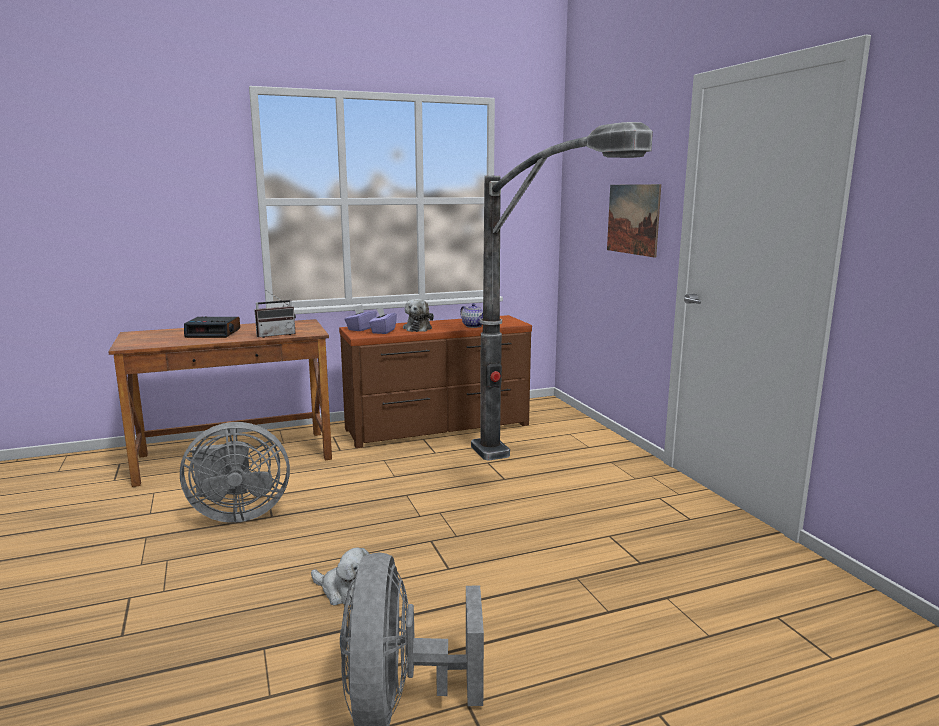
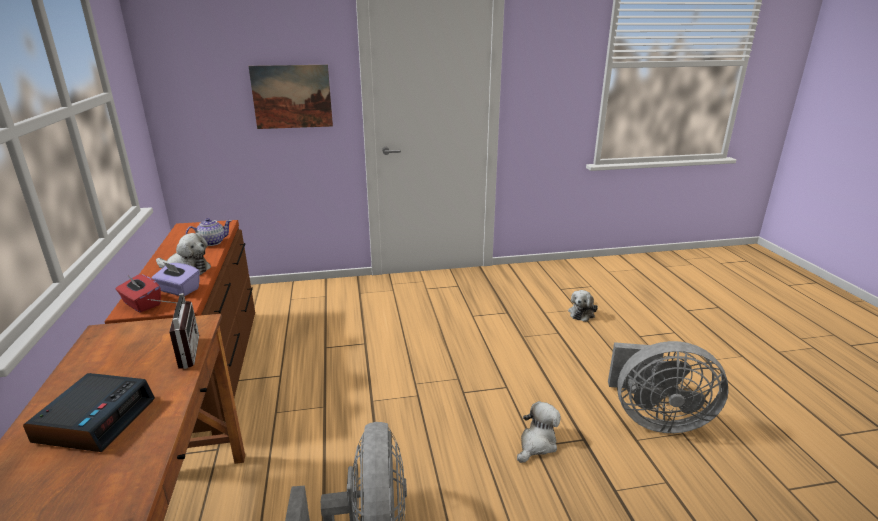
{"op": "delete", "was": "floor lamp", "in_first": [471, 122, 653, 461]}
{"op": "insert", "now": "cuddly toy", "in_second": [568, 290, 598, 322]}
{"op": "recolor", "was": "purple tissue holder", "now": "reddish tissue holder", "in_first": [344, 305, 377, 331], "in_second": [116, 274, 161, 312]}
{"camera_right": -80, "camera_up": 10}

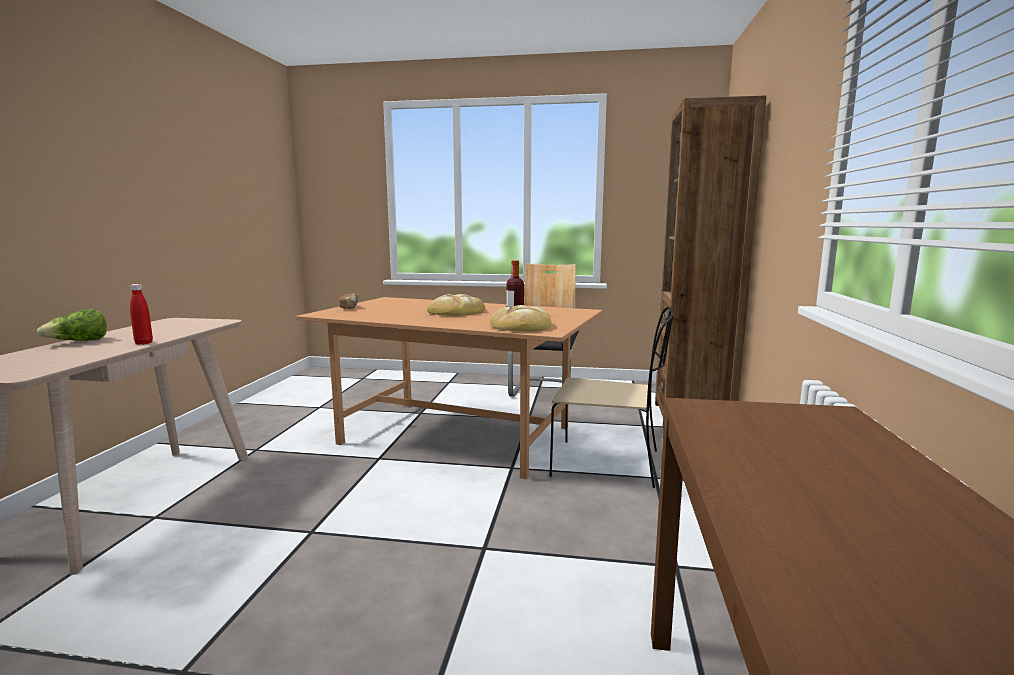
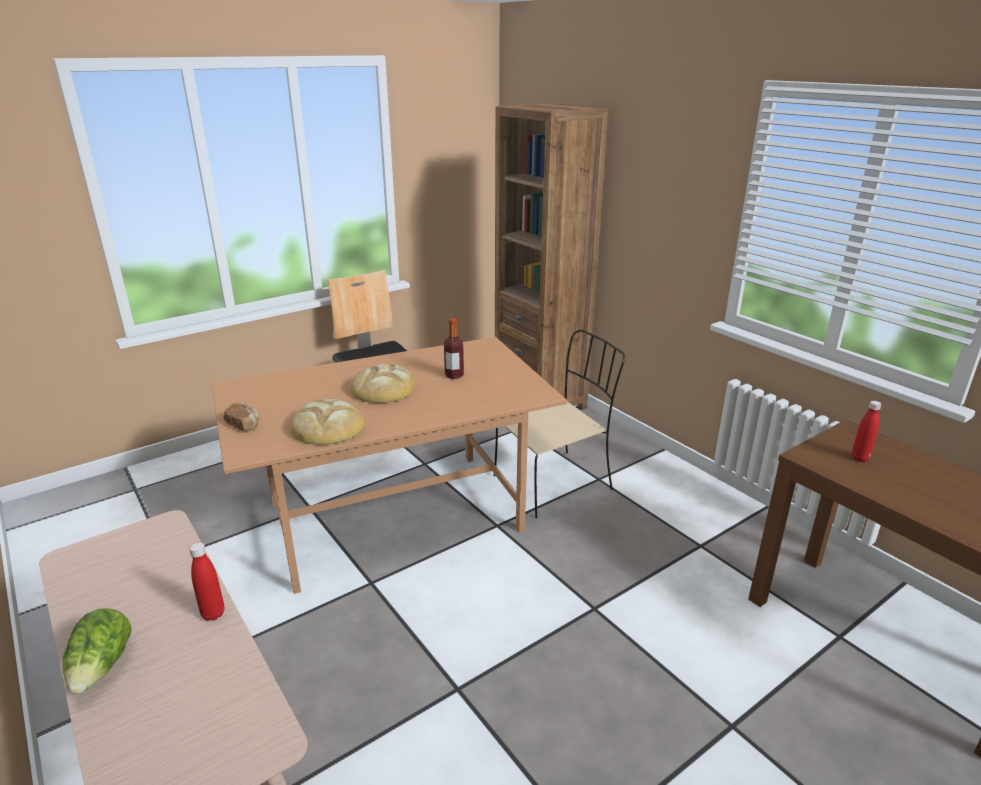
{"op": "insert", "now": "reddish beverage bottle", "in_second": [852, 401, 882, 462]}
{"op": "move", "was": "bread", "in_first": [490, 305, 552, 331], "in_second": [290, 399, 365, 445]}
{"camera_right": -45, "camera_up": 15}

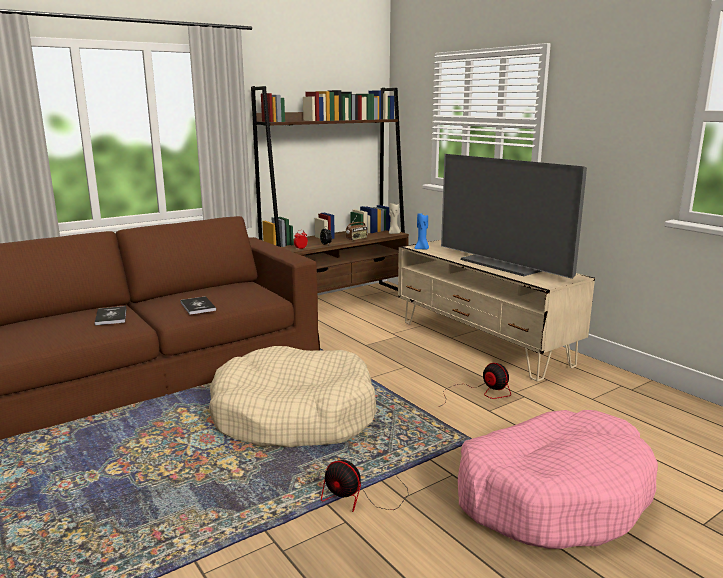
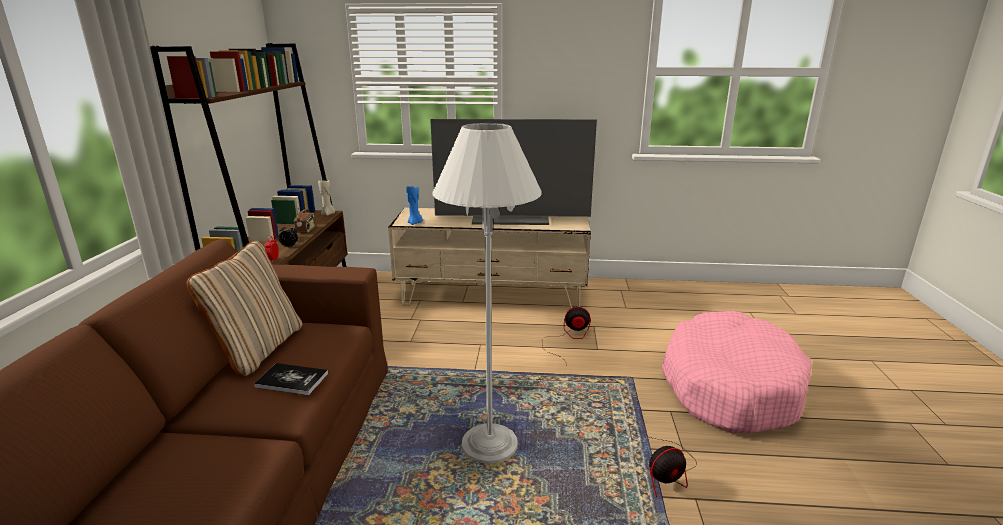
{"op": "delete", "was": "book", "in_first": [95, 306, 126, 326]}
{"op": "insert", "now": "beige throw pillow", "in_second": [187, 241, 302, 376]}
{"op": "replace", "was": "beige dog bed", "now": "white-coloured floor lamp", "in_first": [209, 346, 377, 447], "in_second": [432, 123, 542, 464]}
{"camera_right": -50, "camera_up": 5}

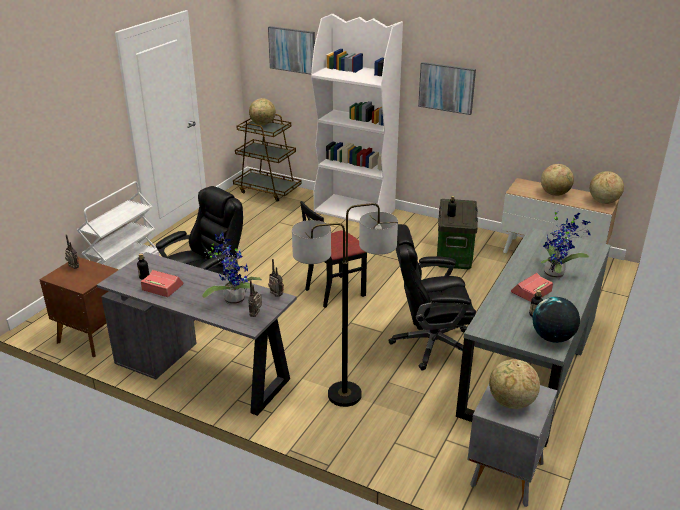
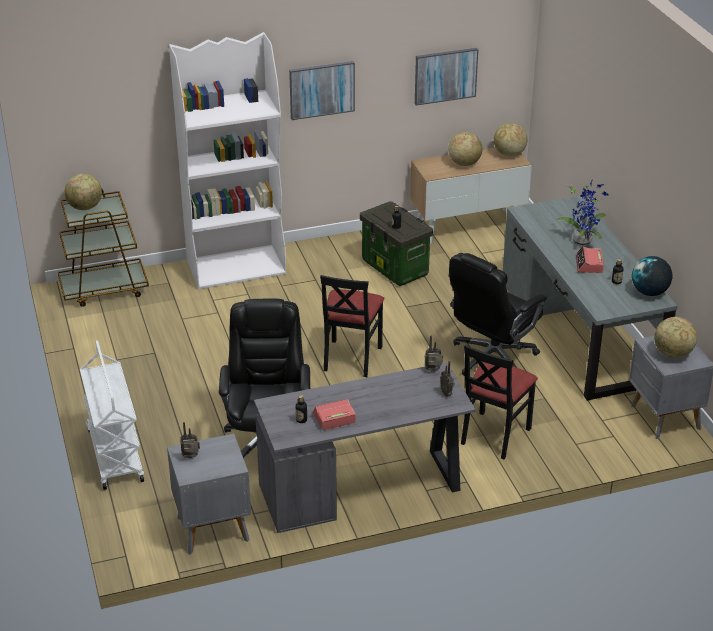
{"op": "delete", "was": "houseplant", "in_first": [202, 232, 262, 305]}
{"op": "move", "was": "picture", "in_first": [268, 26, 315, 75], "in_second": [415, 48, 478, 106]}
{"op": "replace", "was": "floor lamp", "now": "black-coloured plain chair", "in_first": [292, 203, 398, 407], "in_second": [461, 345, 538, 459]}
{"op": "recolor", "was": "brownish bedside table", "now": "gray bedside table", "in_first": [39, 257, 119, 357], "in_second": [167, 434, 251, 554]}
{"camera_right": -45, "camera_up": 5}

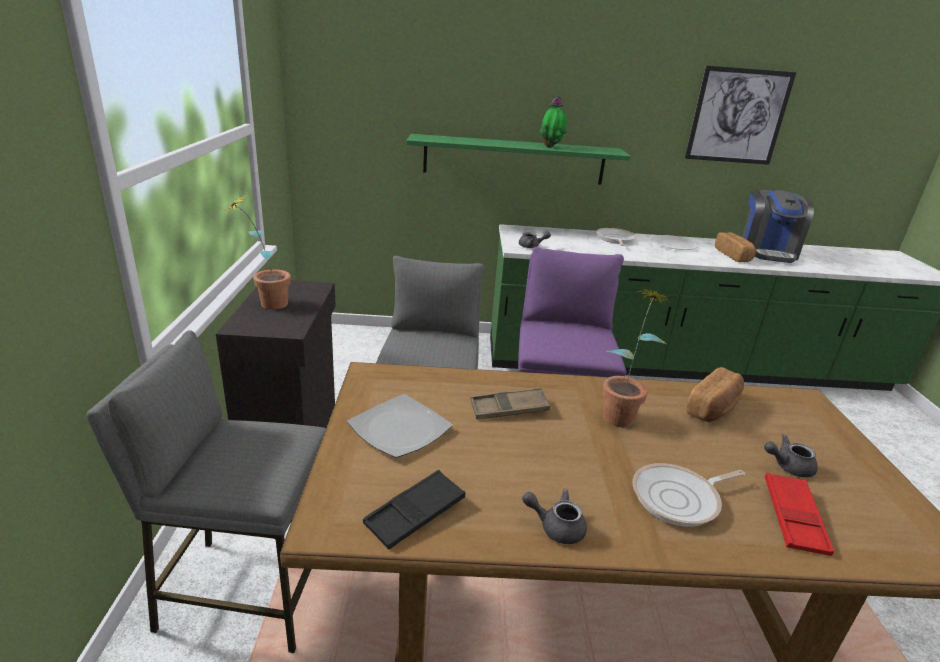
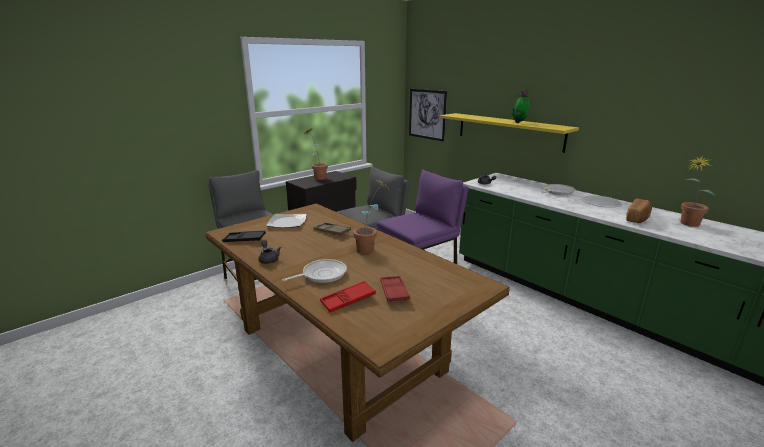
{"op": "delete", "was": "bread", "in_first": [686, 367, 744, 422]}
{"op": "move", "was": "picture", "in_first": [685, 65, 796, 165], "in_second": [409, 89, 447, 142]}
{"op": "replace", "was": "coffee machine", "now": "houseplant", "in_first": [742, 190, 814, 263], "in_second": [680, 156, 715, 227]}
{"op": "replace", "was": "gray tea pot", "now": "reddish carrying tray", "in_first": [764, 434, 818, 478], "in_second": [380, 275, 410, 302]}
{"op": "recolor", "was": "greenish wall shelf", "now": "yellow wall shelf", "in_first": [407, 134, 631, 185], "in_second": [440, 113, 579, 153]}
{"op": "rotate", "was": "skillet", "in_first": [632, 463, 745, 527], "in_second": [282, 259, 347, 283], "clockwise": 120}
{"camera_right": 50, "camera_up": -5}

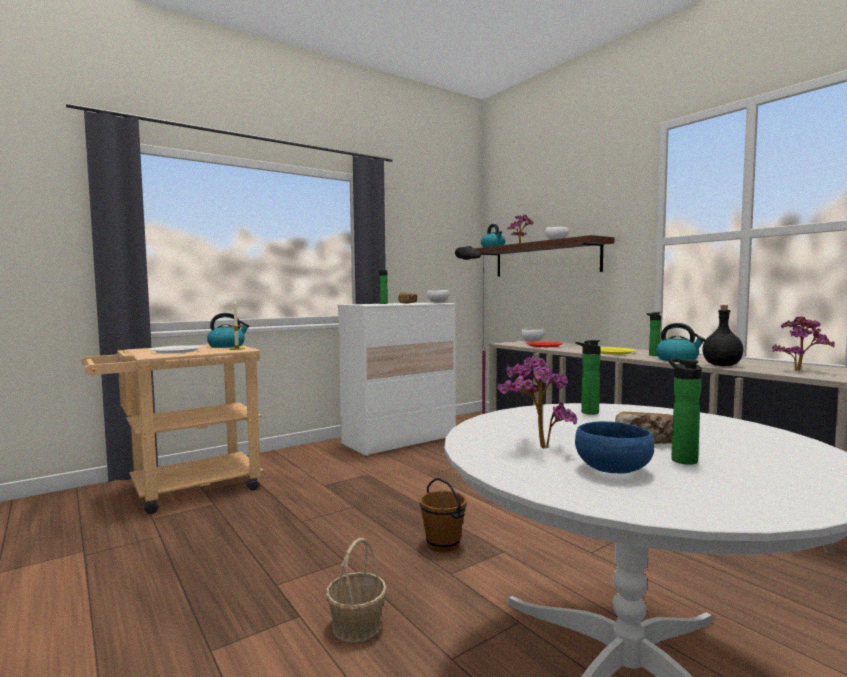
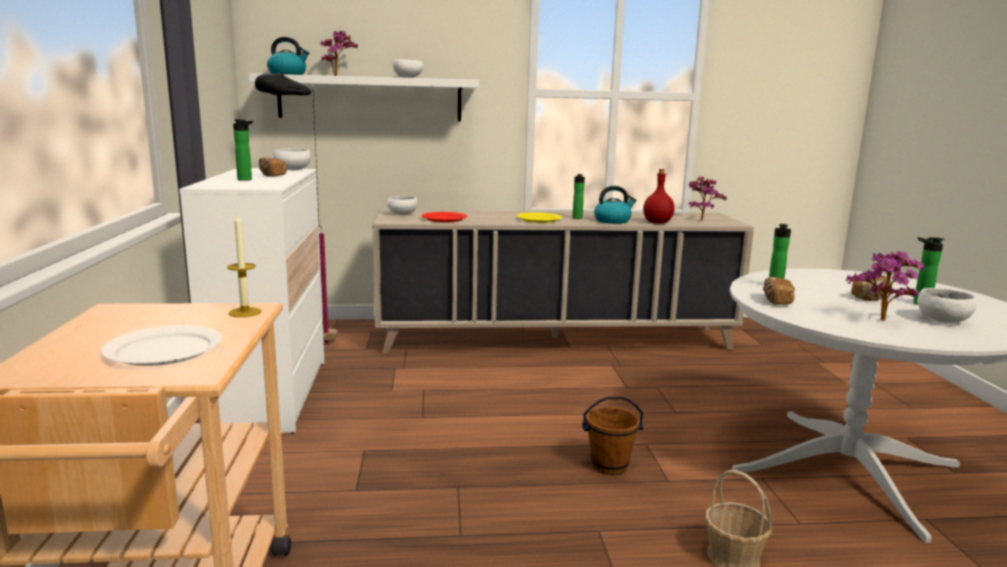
{"op": "delete", "was": "water kettle", "in_first": [207, 313, 249, 348]}
{"op": "insert", "now": "bread", "in_second": [763, 277, 795, 305]}
{"op": "recolor", "was": "brownish wall shelf", "now": "white-coloured wall shelf", "in_first": [473, 235, 614, 277], "in_second": [249, 73, 479, 122]}
{"op": "recolor", "was": "bluish serving bowl", "now": "white-coloured serving bowl", "in_first": [575, 421, 654, 474], "in_second": [917, 288, 977, 323]}
{"op": "recolor", "was": "black-coloured beverage bottle", "now": "reddish beverage bottle", "in_first": [702, 305, 743, 366], "in_second": [643, 169, 675, 224]}
{"camera_right": -60, "camera_up": 10}

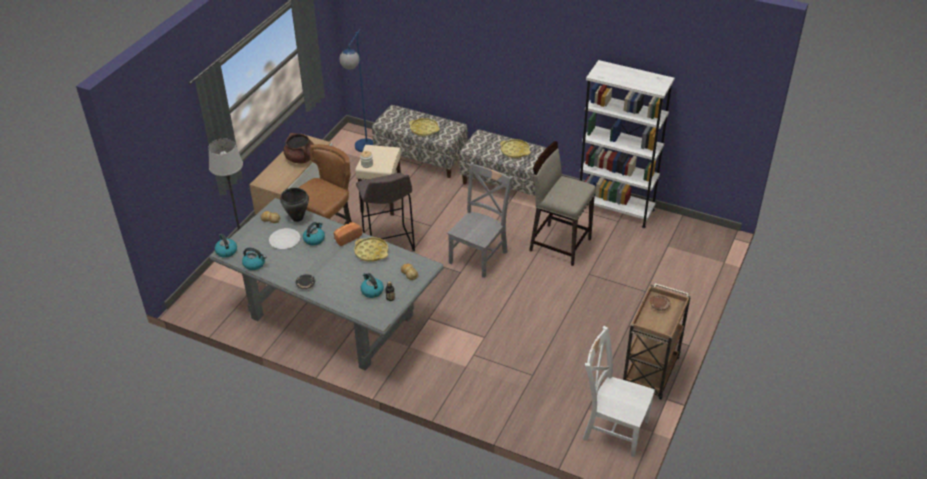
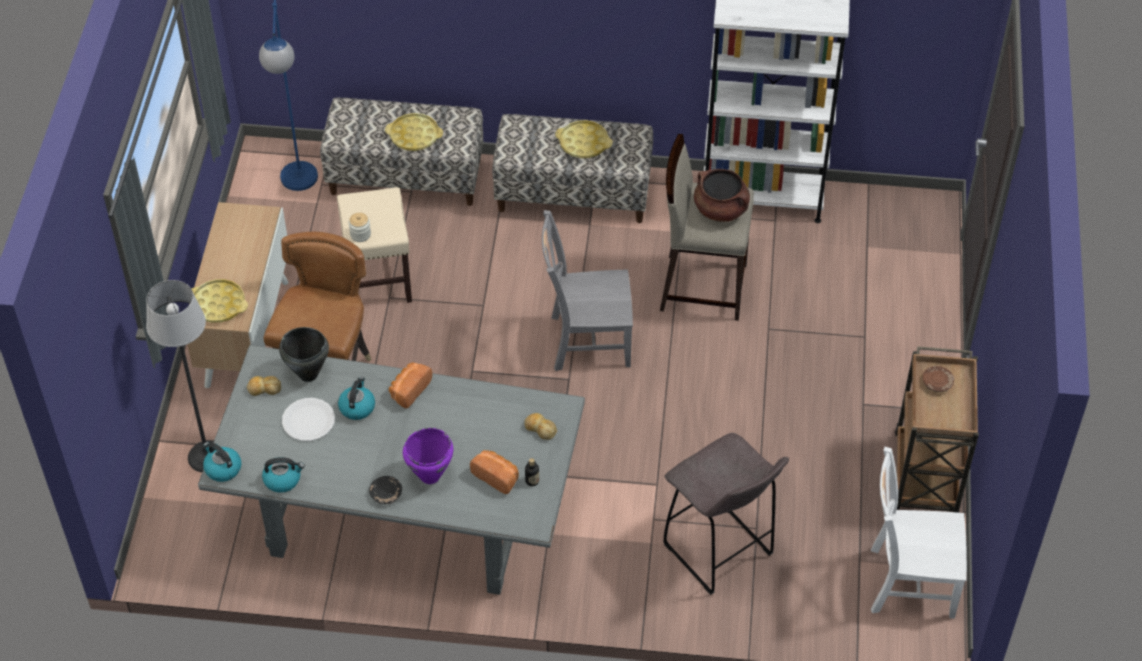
{"op": "insert", "now": "purple stockpot", "in_second": [403, 428, 453, 484]}
{"op": "move", "was": "brownish stockpot", "in_first": [283, 133, 314, 164], "in_second": [694, 169, 750, 222]}
{"op": "move", "was": "yellow carrying tray", "in_first": [354, 237, 388, 262], "in_second": [192, 279, 248, 323]}
{"op": "move", "was": "gray stool", "in_first": [356, 173, 415, 251], "in_second": [663, 433, 789, 595]}
{"op": "replace", "was": "water kettle", "now": "bread", "in_first": [360, 273, 384, 298], "in_second": [470, 450, 519, 494]}
{"op": "rotate", "was": "gray plain chair", "in_first": [447, 162, 513, 278], "in_second": [542, 210, 633, 371], "clockwise": -105}
{"camera_right": -20, "camera_up": 10}

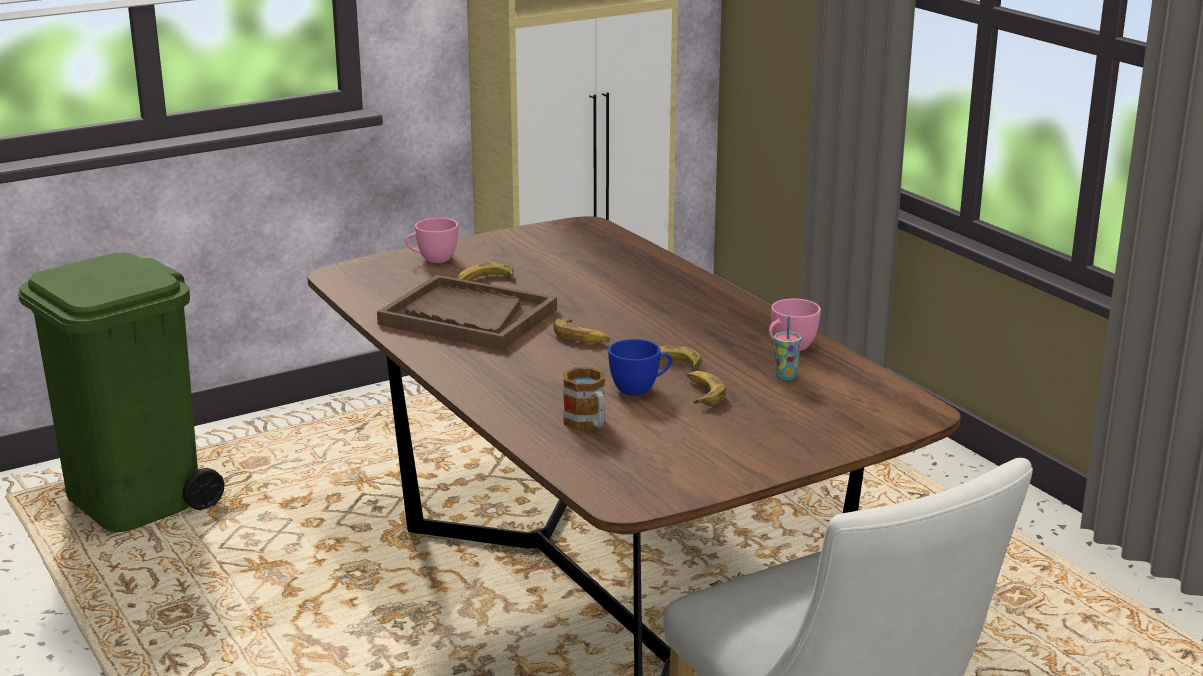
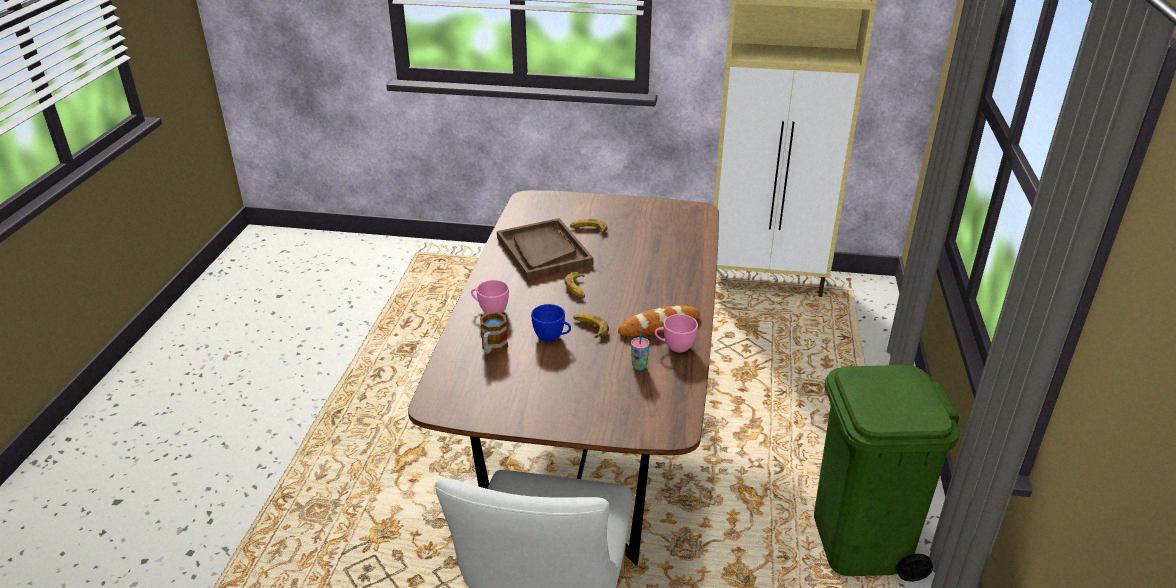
{"op": "delete", "was": "whole banana", "in_first": [687, 371, 726, 406]}
{"op": "insert", "now": "bread", "in_second": [618, 305, 700, 336]}
{"op": "move", "was": "greenish waste bin", "in_first": [18, 253, 225, 532], "in_second": [814, 365, 960, 582]}
{"op": "move", "was": "pinkish cup", "in_first": [405, 218, 458, 263], "in_second": [471, 280, 509, 313]}
{"camera_right": 40, "camera_up": 10}

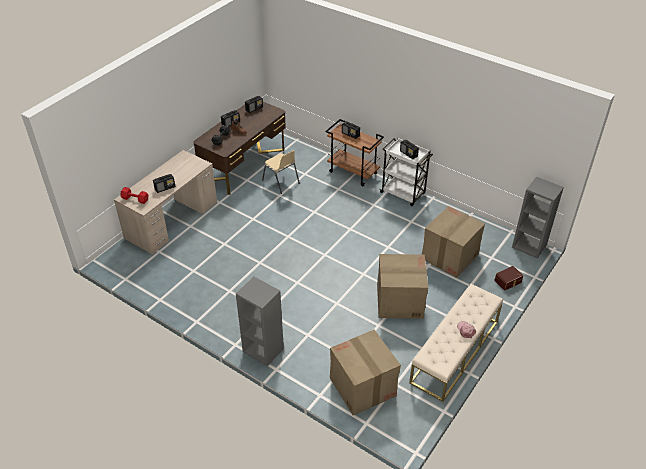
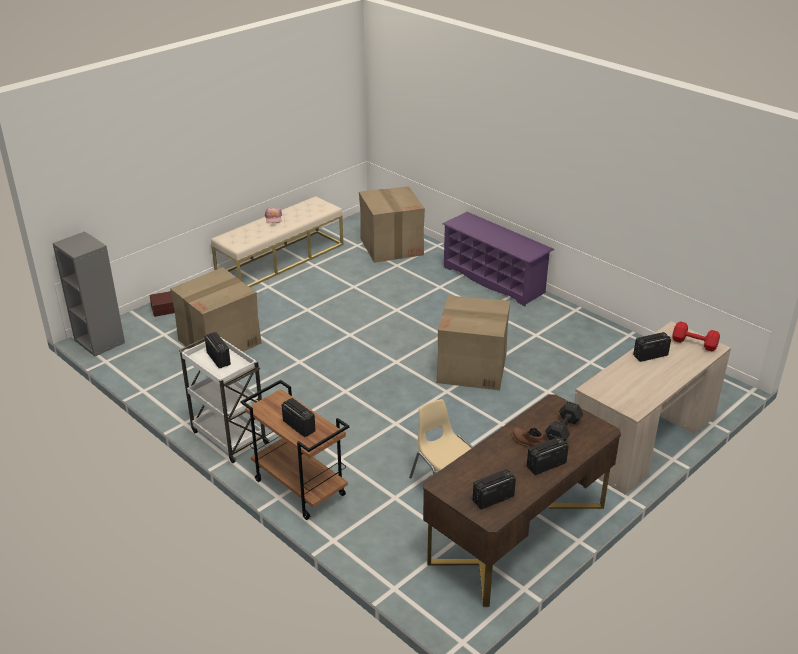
{"op": "move", "was": "packing box", "in_first": [377, 254, 428, 319], "in_second": [436, 296, 510, 390]}
{"op": "replace", "was": "gray shelving unit", "now": "purple shoe stand", "in_first": [236, 277, 284, 366], "in_second": [442, 212, 554, 306]}
{"camera_right": -170, "camera_up": -10}

